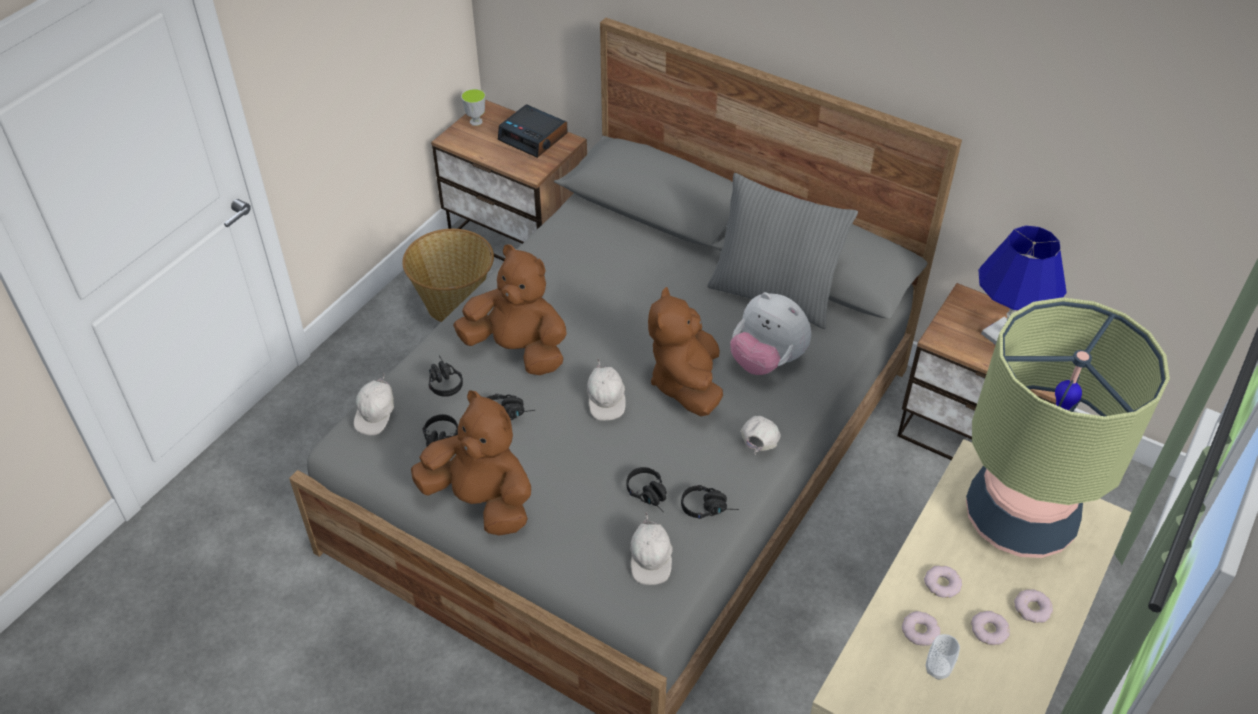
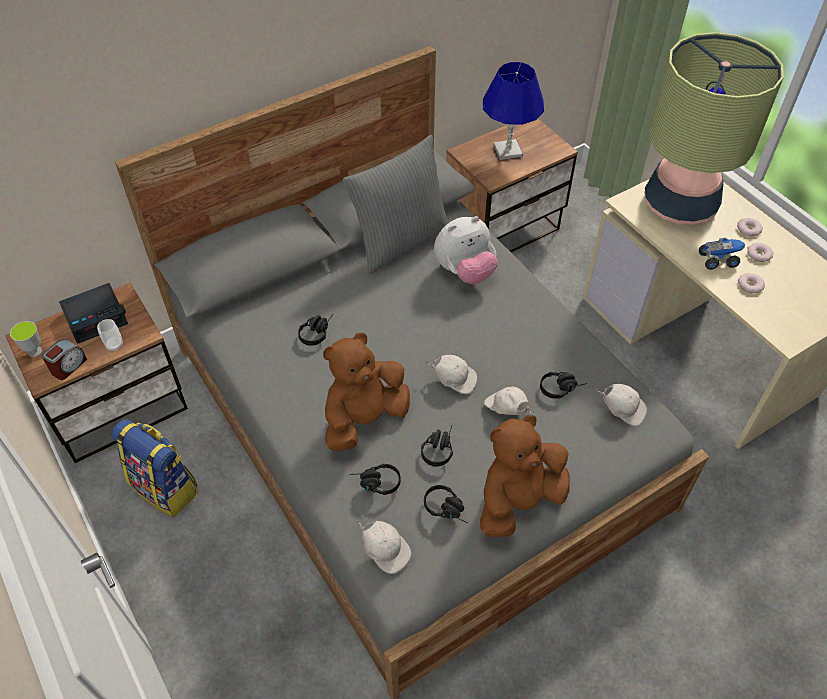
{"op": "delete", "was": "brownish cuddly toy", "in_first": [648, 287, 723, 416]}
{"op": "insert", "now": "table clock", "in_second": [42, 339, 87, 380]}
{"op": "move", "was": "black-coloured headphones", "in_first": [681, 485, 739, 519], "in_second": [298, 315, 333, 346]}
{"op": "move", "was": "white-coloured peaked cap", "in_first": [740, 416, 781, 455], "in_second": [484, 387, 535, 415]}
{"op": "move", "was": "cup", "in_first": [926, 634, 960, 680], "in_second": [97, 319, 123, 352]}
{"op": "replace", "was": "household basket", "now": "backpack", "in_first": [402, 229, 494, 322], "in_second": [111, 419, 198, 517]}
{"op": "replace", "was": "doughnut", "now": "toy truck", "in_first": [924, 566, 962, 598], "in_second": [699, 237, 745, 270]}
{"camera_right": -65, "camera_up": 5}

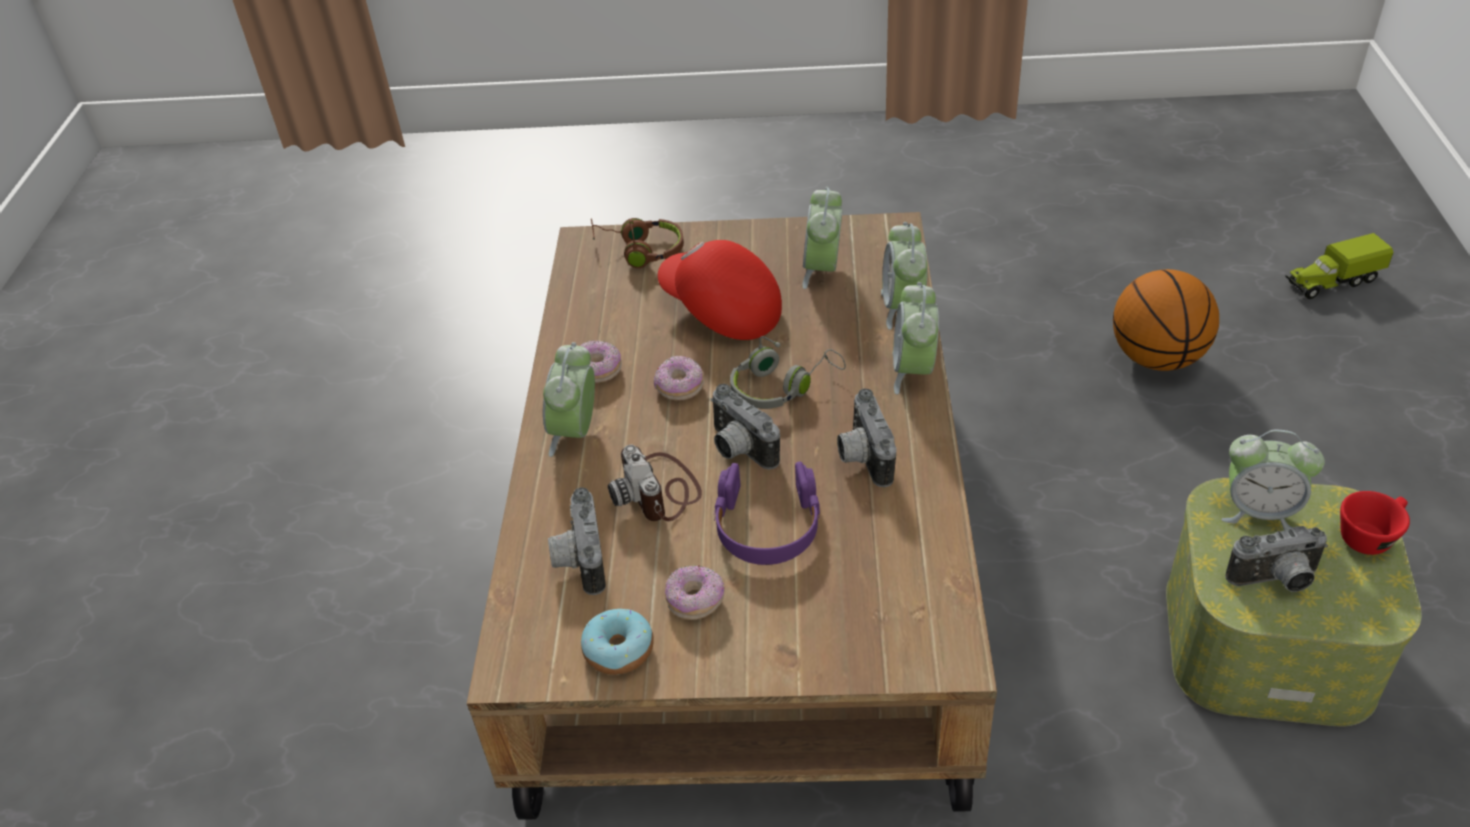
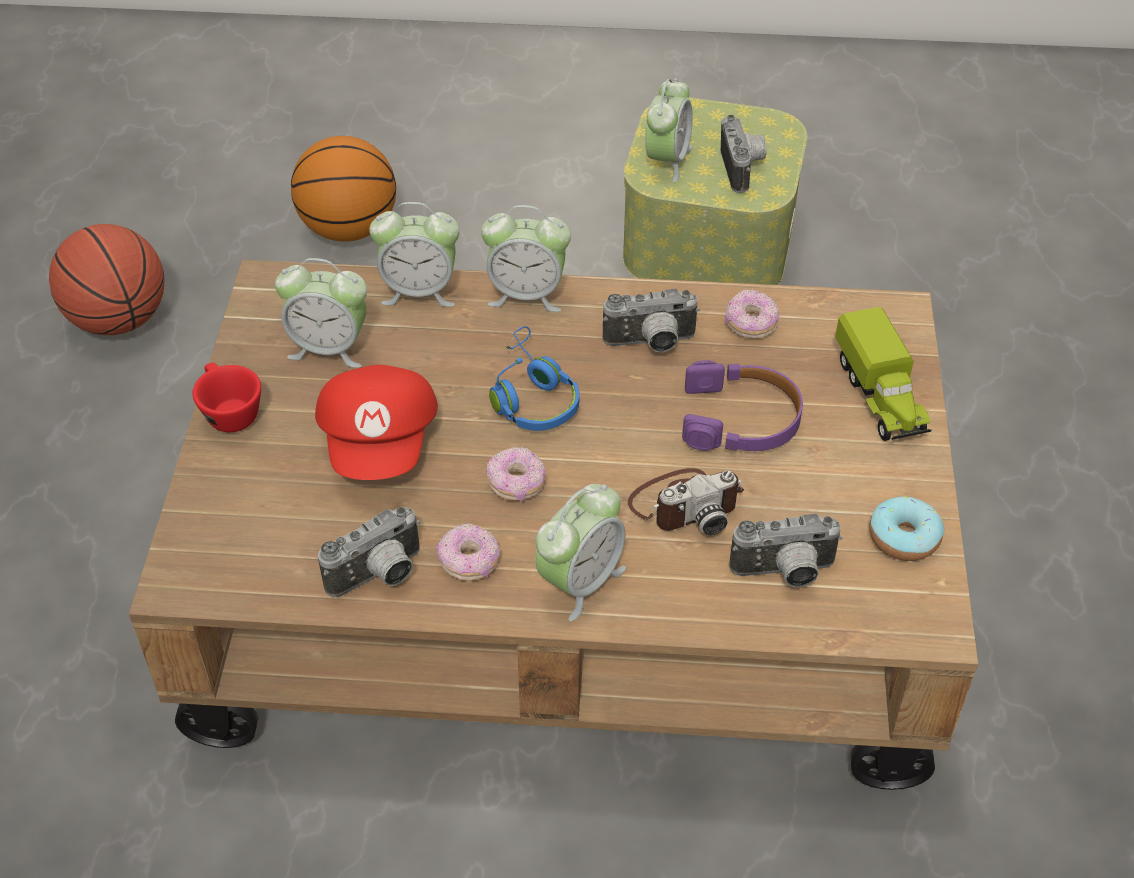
{"op": "delete", "was": "brownish headphones", "in_first": [591, 218, 684, 268]}
{"op": "insert", "now": "basketball ball", "in_second": [49, 224, 165, 335]}
{"op": "move", "was": "doughnut", "in_first": [665, 565, 725, 620], "in_second": [725, 289, 779, 339]}
{"op": "move", "was": "still camera", "in_first": [710, 384, 780, 470], "in_second": [318, 507, 420, 597]}
{"op": "move", "was": "toy truck", "in_first": [1285, 233, 1394, 299], "in_second": [835, 307, 932, 441]}
{"op": "move", "was": "reddish cup", "in_first": [1340, 491, 1410, 555], "in_second": [192, 363, 261, 432]}
{"op": "recolor", "was": "gray headphones", "now": "bluish headphones", "in_first": [730, 336, 846, 409], "in_second": [489, 326, 580, 431]}
{"op": "rotate", "was": "table clock", "in_first": [543, 342, 595, 457], "in_second": [535, 484, 626, 621], "clockwise": -60}
{"op": "rotate", "was": "reddish peaked cap", "in_first": [658, 240, 782, 340], "in_second": [315, 365, 438, 480], "clockwise": -45}
{"camera_right": -90, "camera_up": 5}

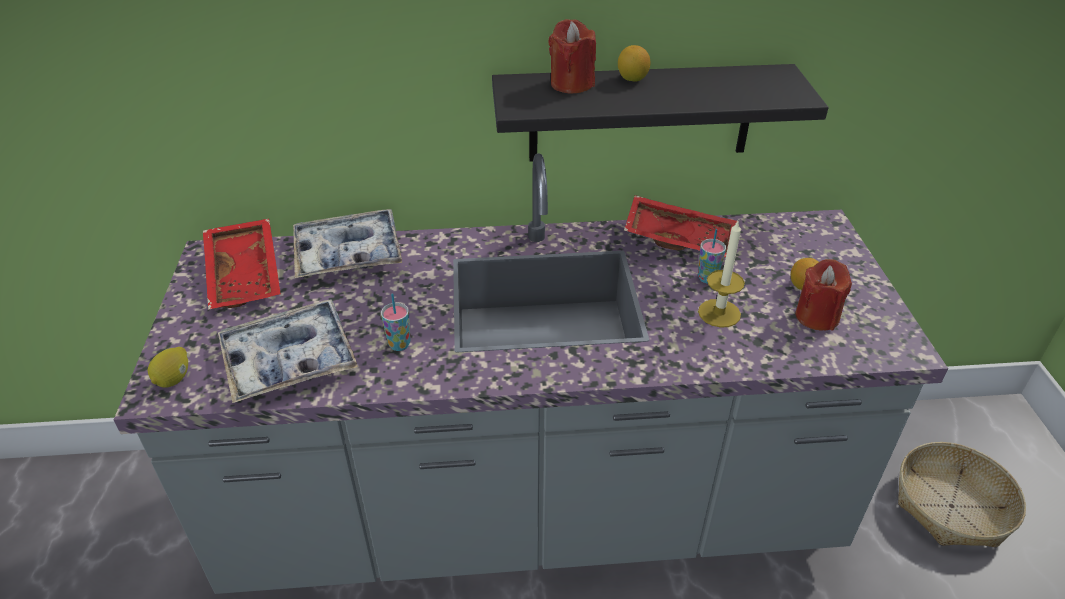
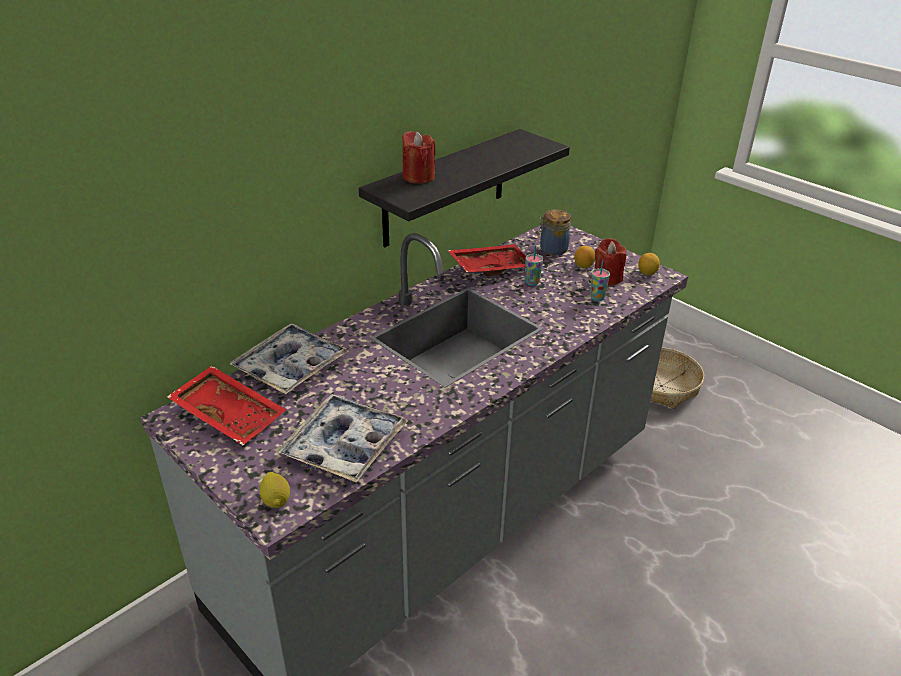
{"op": "delete", "was": "candle", "in_first": [698, 219, 745, 328]}
{"op": "insert", "now": "jar", "in_second": [538, 210, 571, 255]}
{"op": "move", "was": "cup", "in_first": [381, 293, 411, 351], "in_second": [590, 260, 610, 301]}
{"op": "move", "was": "citrus fruit", "in_first": [618, 45, 651, 81], "in_second": [638, 253, 660, 276]}
{"camera_right": -40, "camera_up": -5}

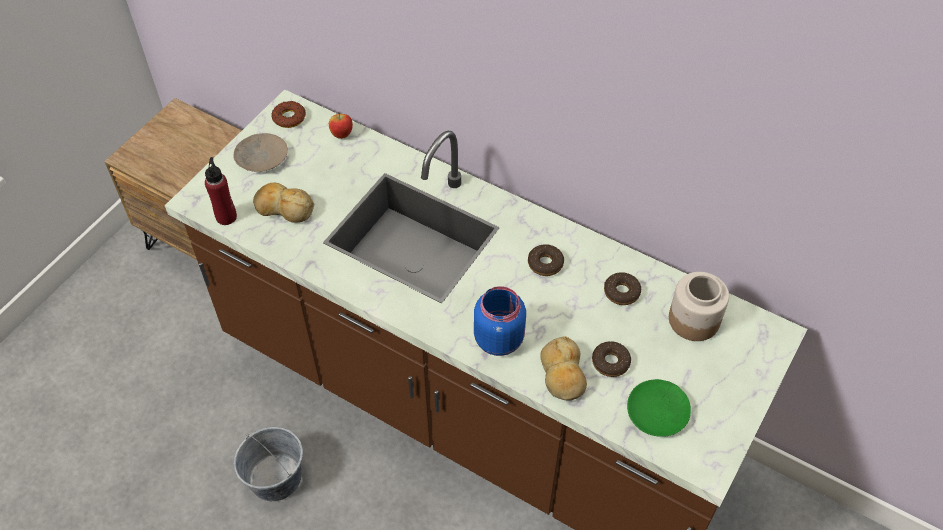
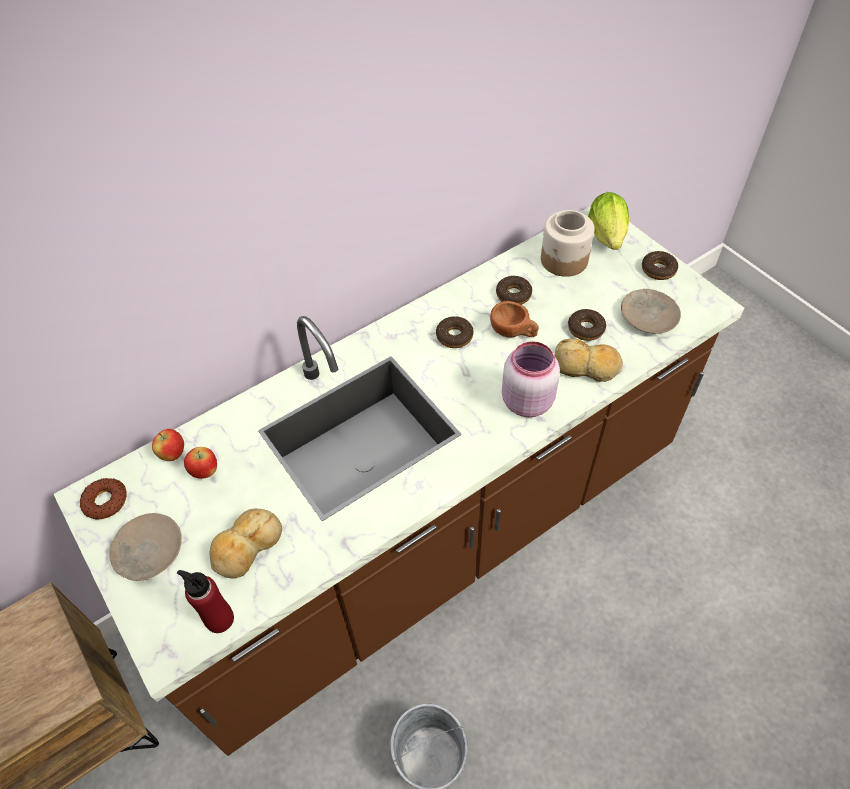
{"op": "insert", "now": "apple fruit", "in_second": [184, 447, 217, 479]}
{"op": "insert", "now": "brownish cup", "in_second": [490, 301, 539, 337]}
{"op": "insert", "now": "lettuce head", "in_second": [588, 192, 629, 250]}
{"op": "insert", "now": "doughnut", "in_second": [642, 251, 678, 280]}
{"op": "recolor", "was": "bluish jar", "now": "pinkish jar", "in_first": [474, 286, 526, 356], "in_second": [502, 341, 560, 417]}
{"op": "recolor", "was": "greenish flat dish", "now": "beige flat dish", "in_first": [627, 379, 691, 437], "in_second": [621, 289, 681, 333]}
{"camera_right": -65, "camera_up": 0}

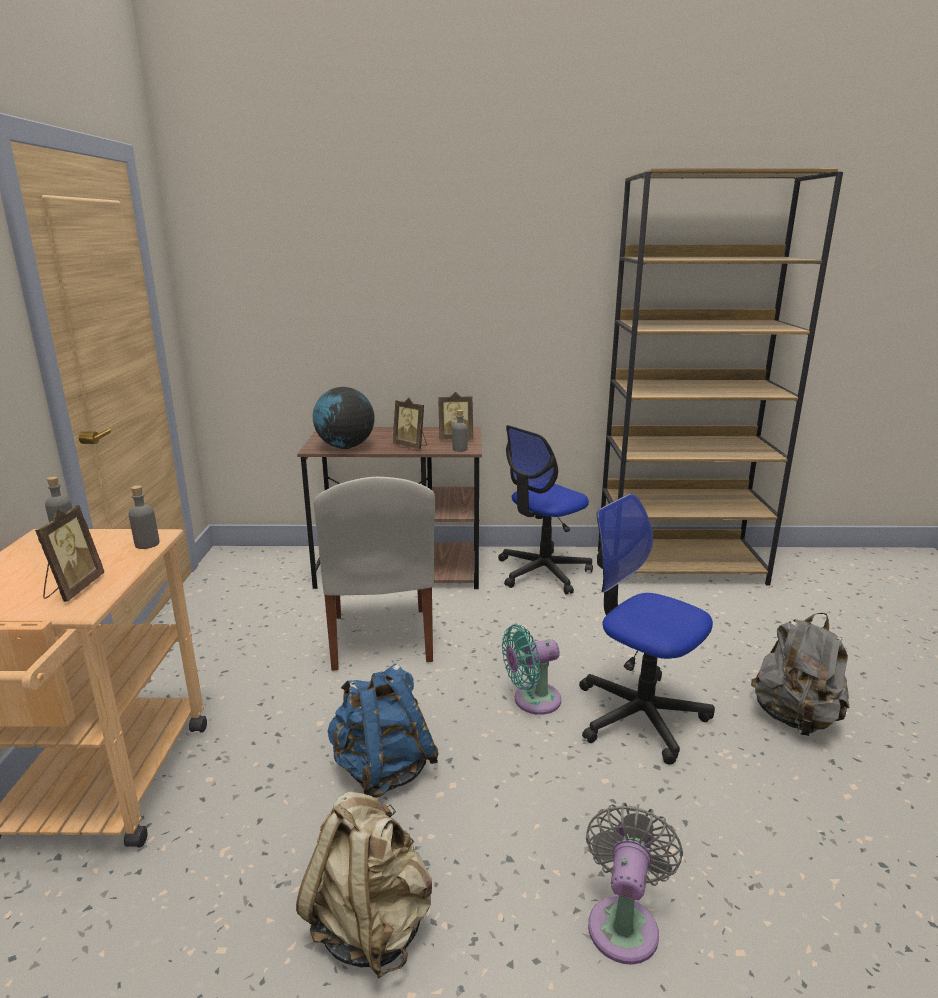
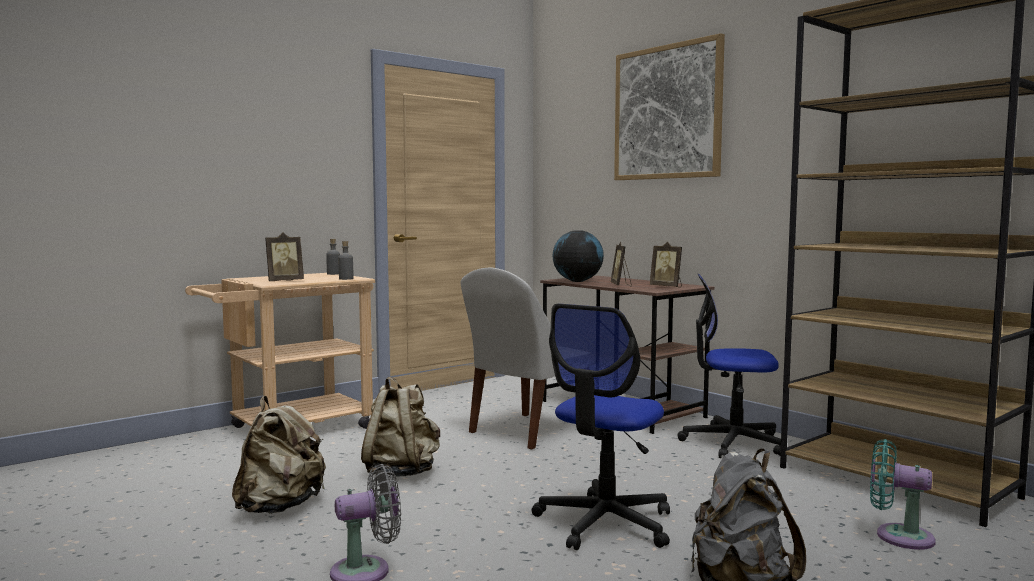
{"op": "delete", "was": "gray beverage bottle", "in_first": [452, 409, 468, 452]}
{"op": "insert", "now": "picture", "in_second": [614, 33, 725, 180]}
{"op": "move", "was": "turquoise-coloured electric fan", "in_first": [502, 624, 561, 715], "in_second": [870, 439, 936, 550]}
{"op": "recolor", "was": "bluish backpack", "now": "beige backpack", "in_first": [328, 664, 438, 798], "in_second": [361, 377, 440, 477]}
{"op": "rotate", "was": "desk chair", "in_first": [579, 494, 715, 764], "in_second": [532, 304, 670, 550], "clockwise": -150}
{"camera_right": 50, "camera_up": -15}

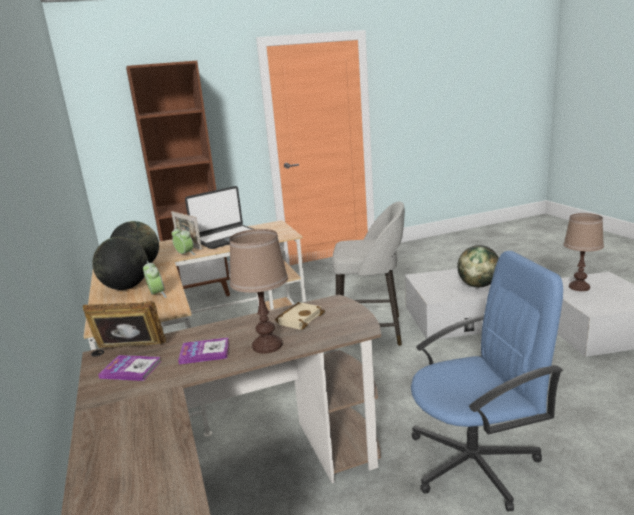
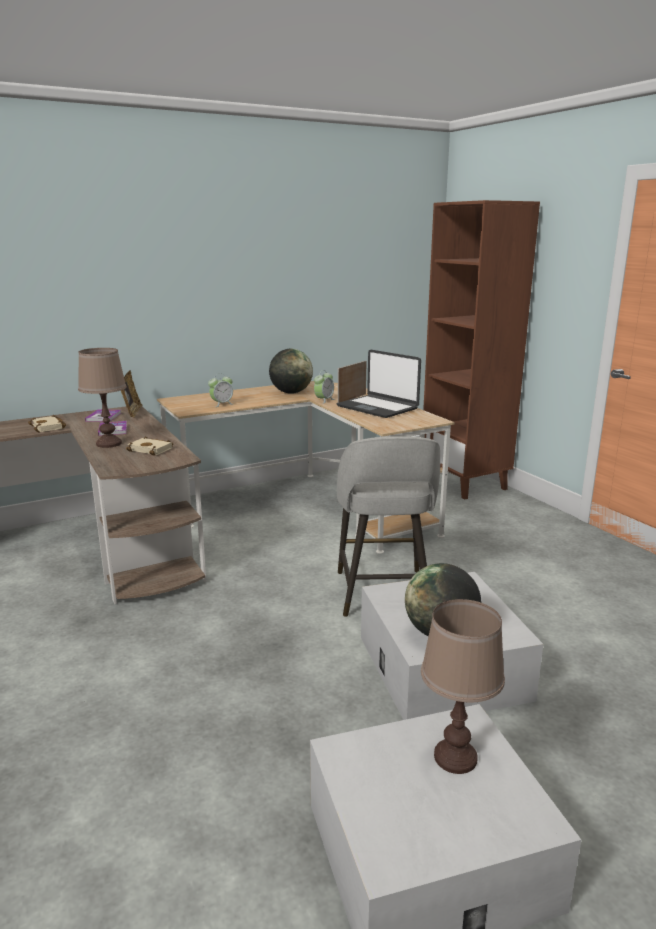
{"op": "delete", "was": "globe", "in_first": [92, 237, 148, 290]}
{"op": "delete", "was": "bluish desk chair", "in_first": [411, 251, 563, 512]}
{"op": "insert", "now": "beige book", "in_second": [28, 415, 66, 432]}
{"camera_right": 80, "camera_up": 0}

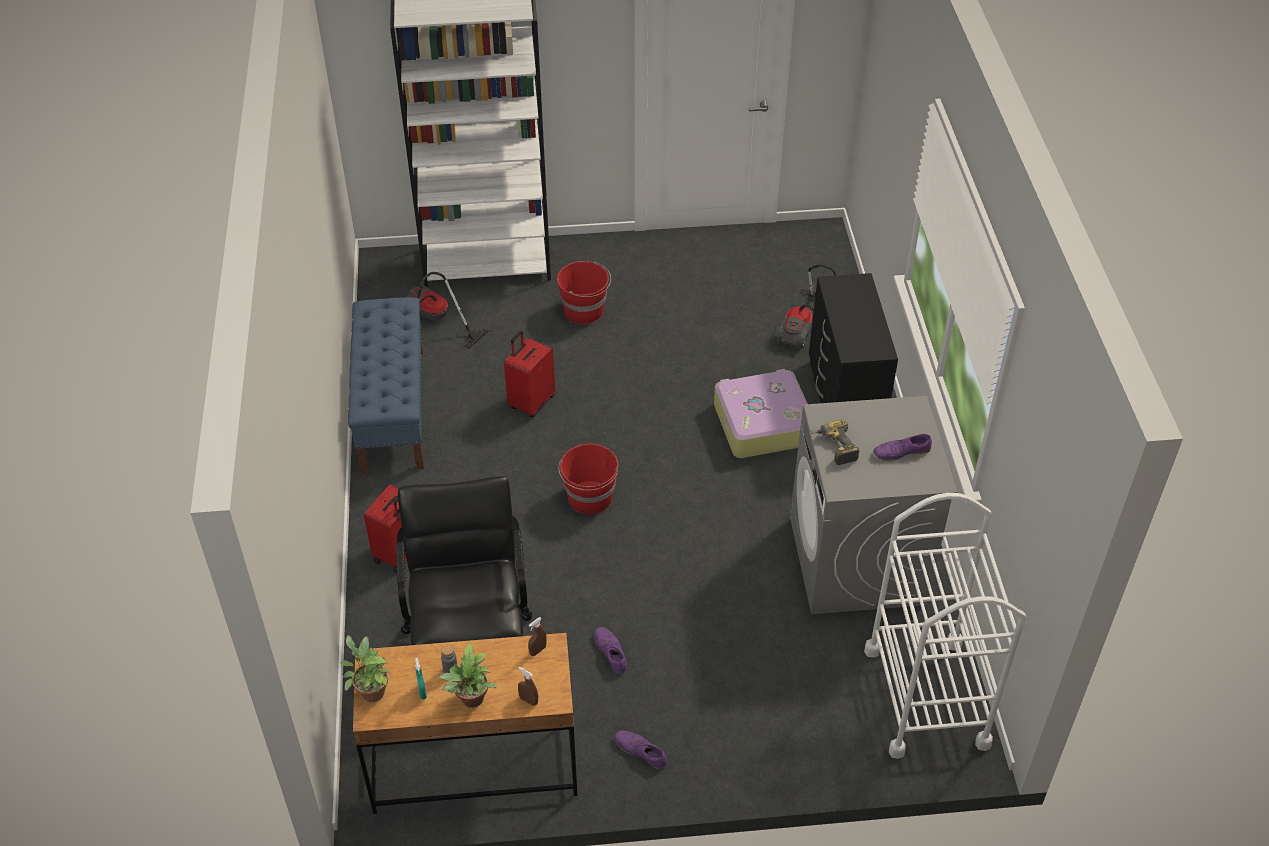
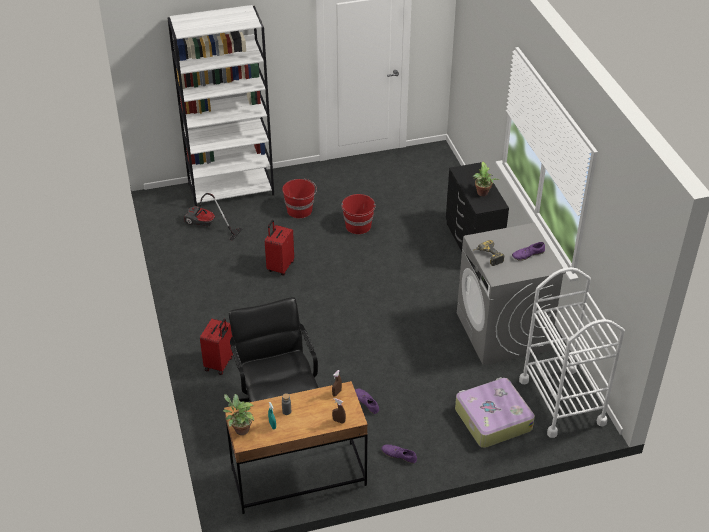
{"op": "delete", "was": "bluish long seat", "in_first": [348, 297, 424, 474]}
{"op": "delete", "was": "vacuum cleaner", "in_first": [775, 264, 837, 350]}
{"op": "move", "was": "houseplant", "in_first": [439, 643, 497, 708], "in_second": [472, 162, 499, 196]}
{"op": "move", "was": "reddish pail", "in_first": [558, 444, 618, 514], "in_second": [341, 194, 376, 234]}
{"op": "move", "was": "suitcase", "in_first": [714, 369, 808, 458], "in_second": [455, 377, 535, 448]}
{"camera_right": -10, "camera_up": -5}

